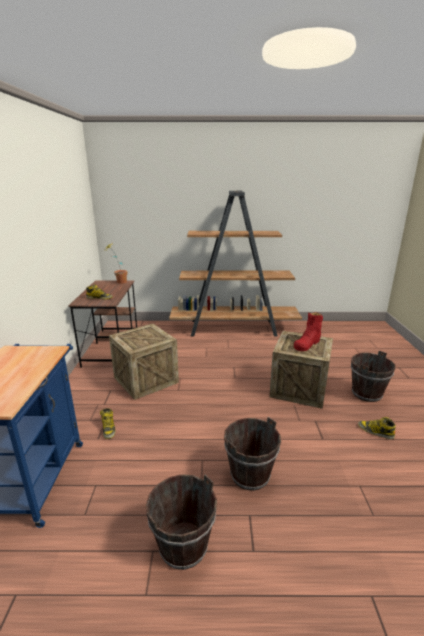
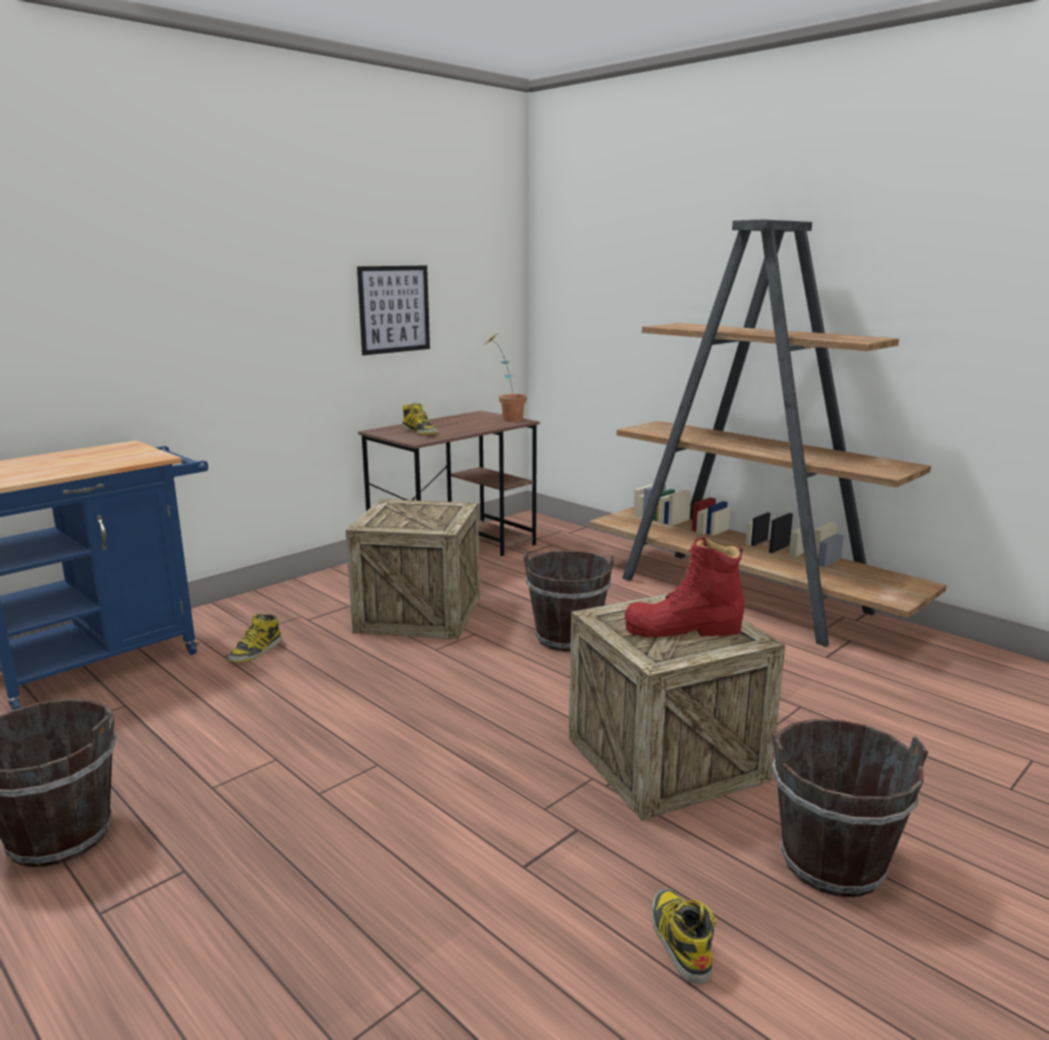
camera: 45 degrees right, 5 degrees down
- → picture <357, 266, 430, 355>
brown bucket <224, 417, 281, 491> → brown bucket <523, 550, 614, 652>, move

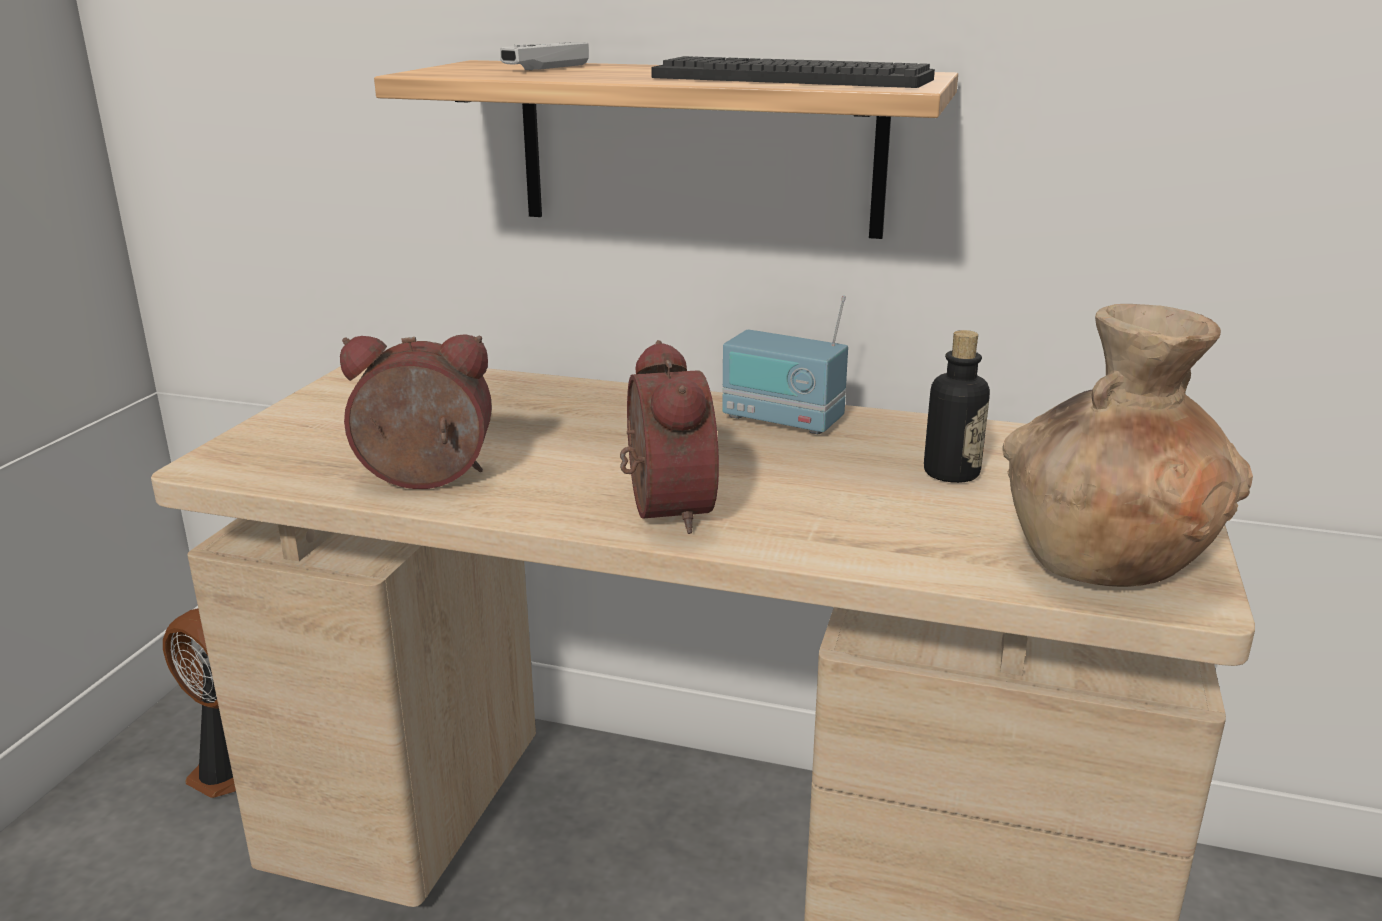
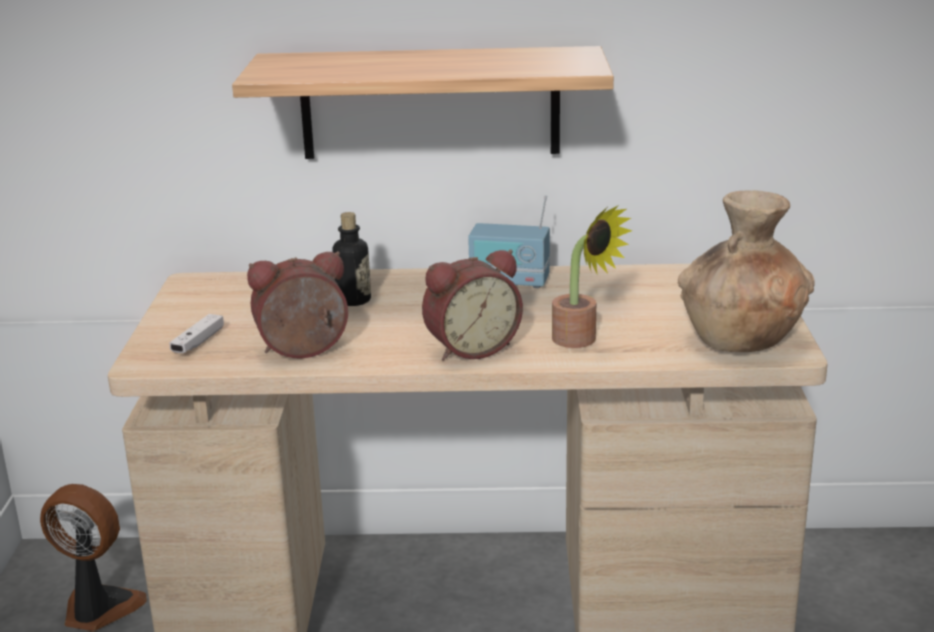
camera: 15 degrees left, 0 degrees up
keyboard <651, 56, 935, 88> → -
- → potted plant <552, 205, 633, 348>
white game controller <500, 42, 589, 70> → white game controller <169, 314, 224, 353>, move
bottle <924, 330, 990, 483> → bottle <332, 212, 371, 306>, move
alarm clock <620, 340, 719, 534> → alarm clock <422, 249, 523, 361>, 90 degrees clockwise

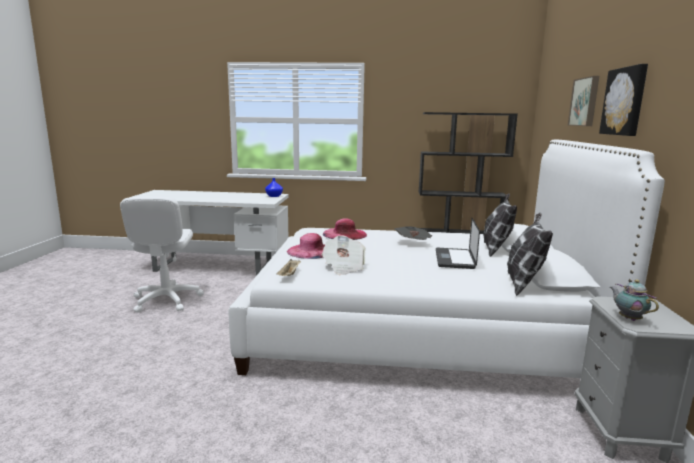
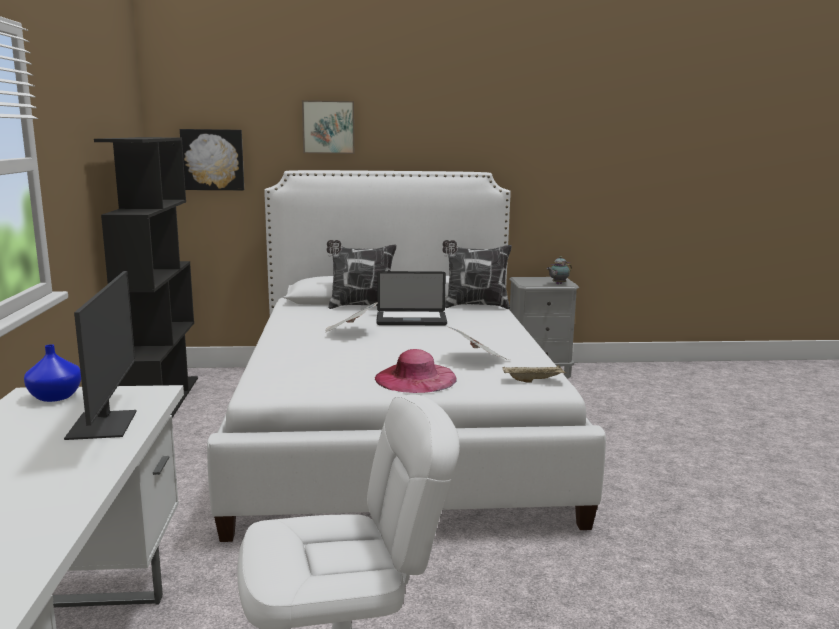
camera: 100 degrees left, 0 degrees up
pink hat <323, 218, 367, 240> → -
- → monitor <64, 271, 137, 440>
picture <599, 64, 648, 136> → picture <180, 129, 244, 190>, move

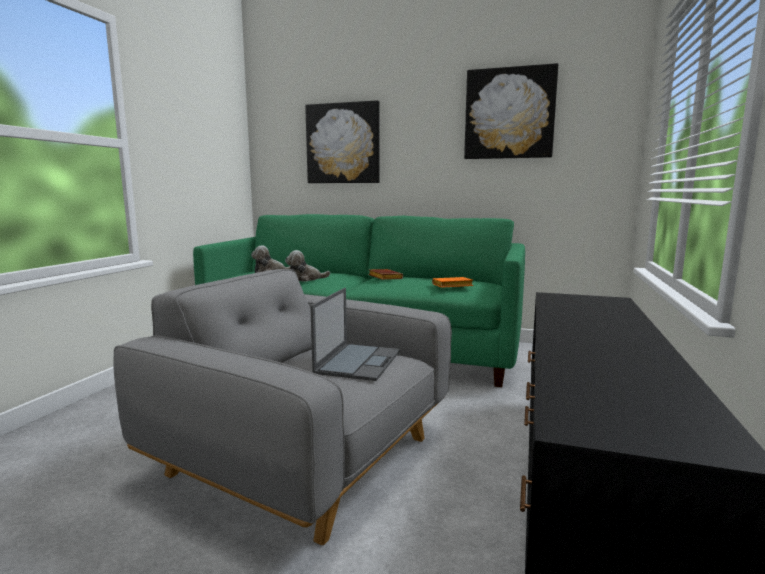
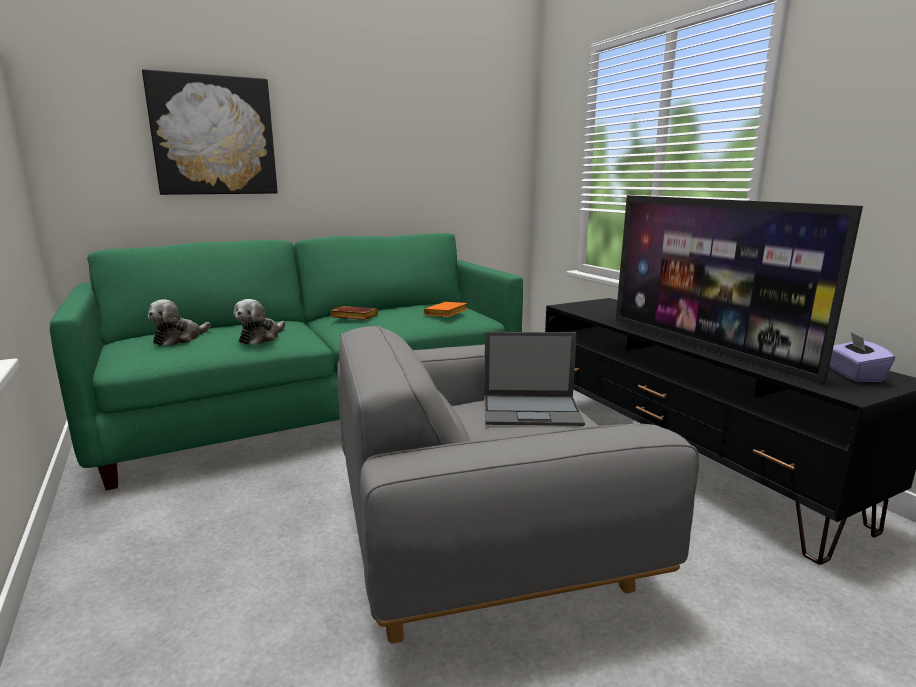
camera: 45 degrees left, 5 degrees up
picture <464, 63, 558, 159> → -
- → television <616, 195, 863, 385>
- → purple tissue box <830, 332, 895, 382>
laptop <310, 288, 400, 381> → laptop <484, 332, 585, 426>, 120 degrees clockwise

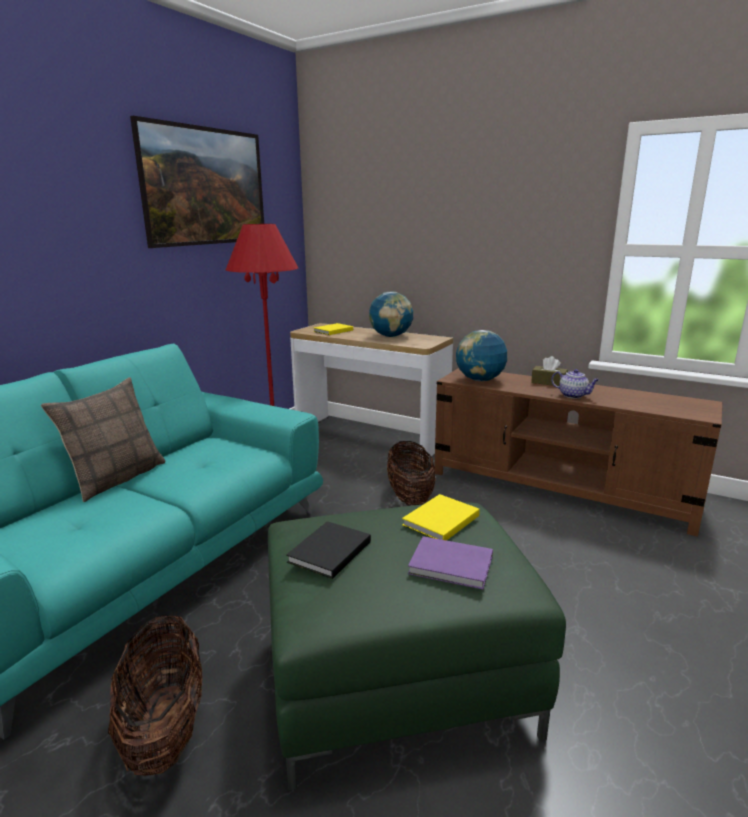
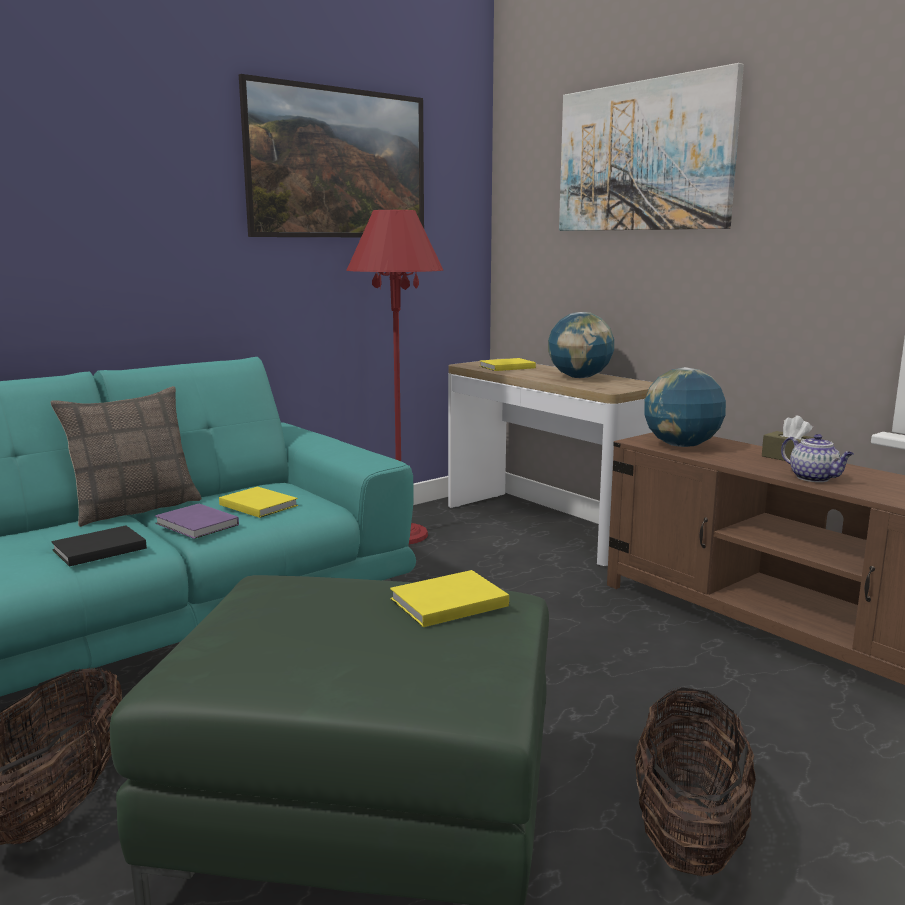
camera: 20 degrees right, 5 degrees down
- → yellow book <219, 487, 298, 518>
- → picture <559, 63, 744, 231>
black book <286, 521, 371, 579> → black book <51, 525, 147, 567>, move
basket <387, 441, 436, 506> → basket <635, 687, 756, 877>, move
purple book <408, 536, 493, 590> → purple book <155, 504, 239, 539>, move

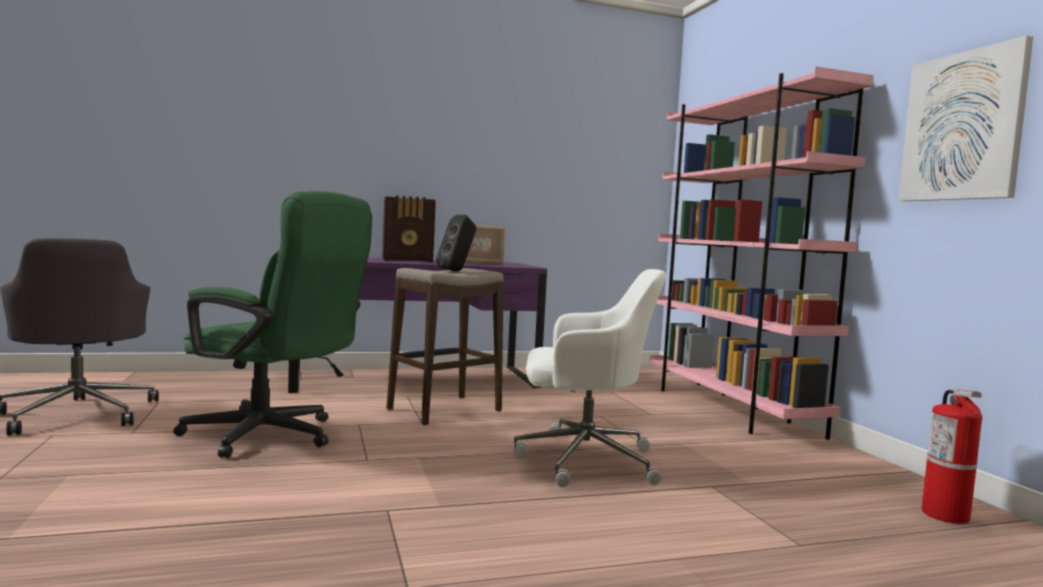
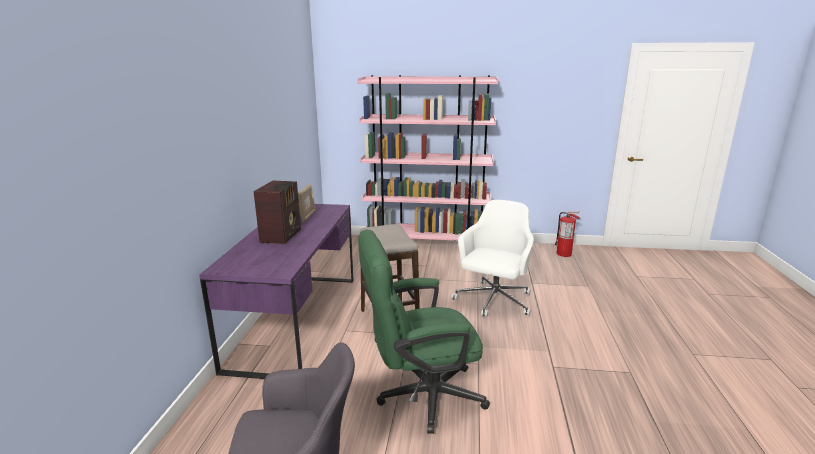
camera: 65 degrees left, 15 degrees up
black speaker <436, 215, 476, 271> → -
picture <899, 36, 1033, 201> → -
green office chair <173, 191, 372, 458> → green office chair <358, 230, 490, 434>, 150 degrees counterclockwise

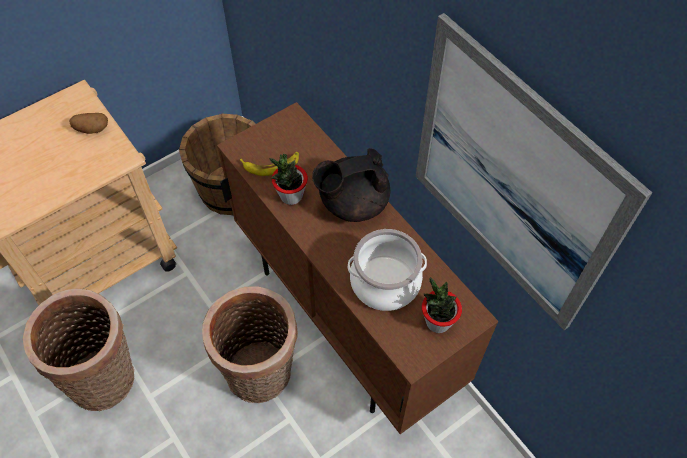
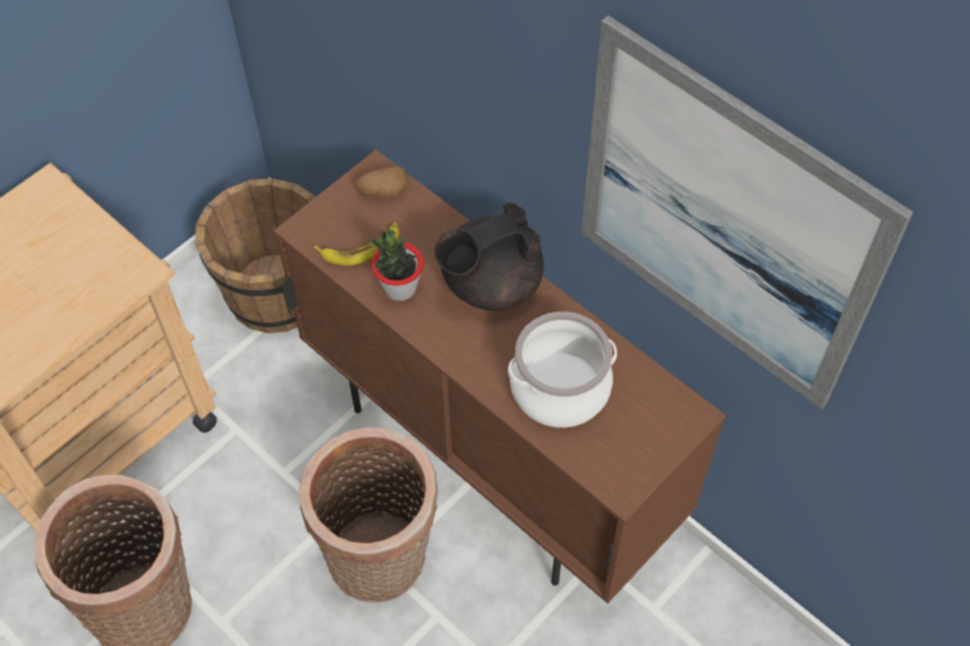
camera: 10 degrees left, 0 degrees up
potted plant <422, 277, 462, 333> → -
potato <69, 113, 108, 134> → potato <356, 166, 408, 199>, move

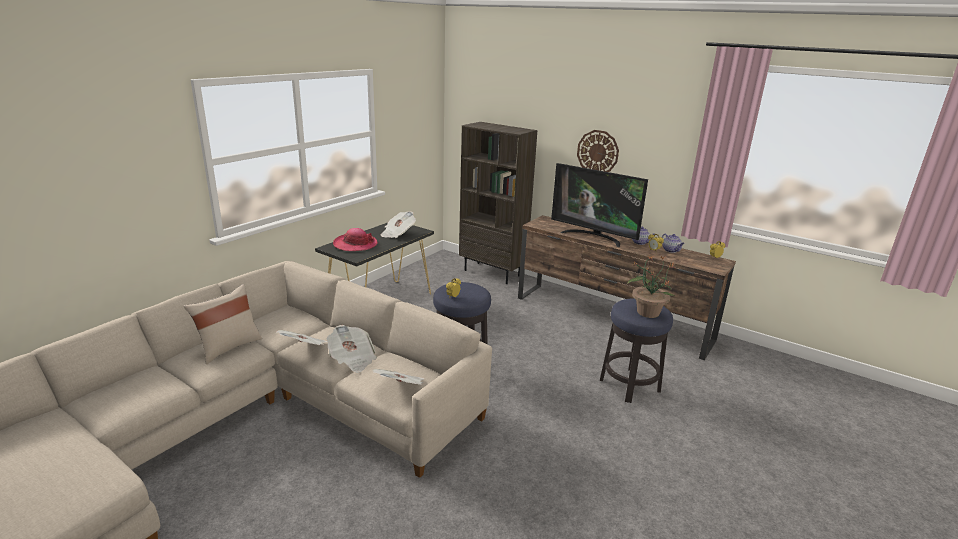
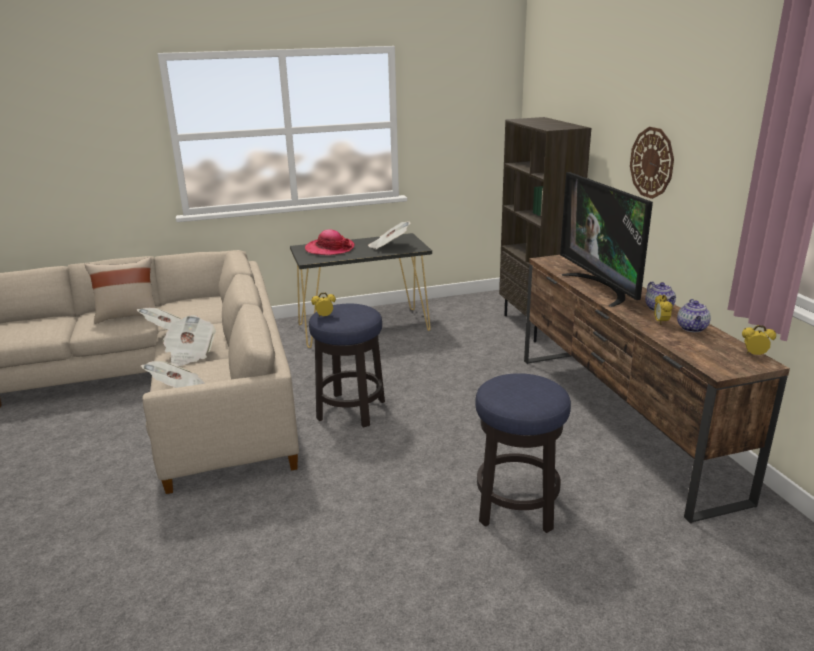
camera: 40 degrees right, 0 degrees up
potted plant <627, 256, 675, 318> → -

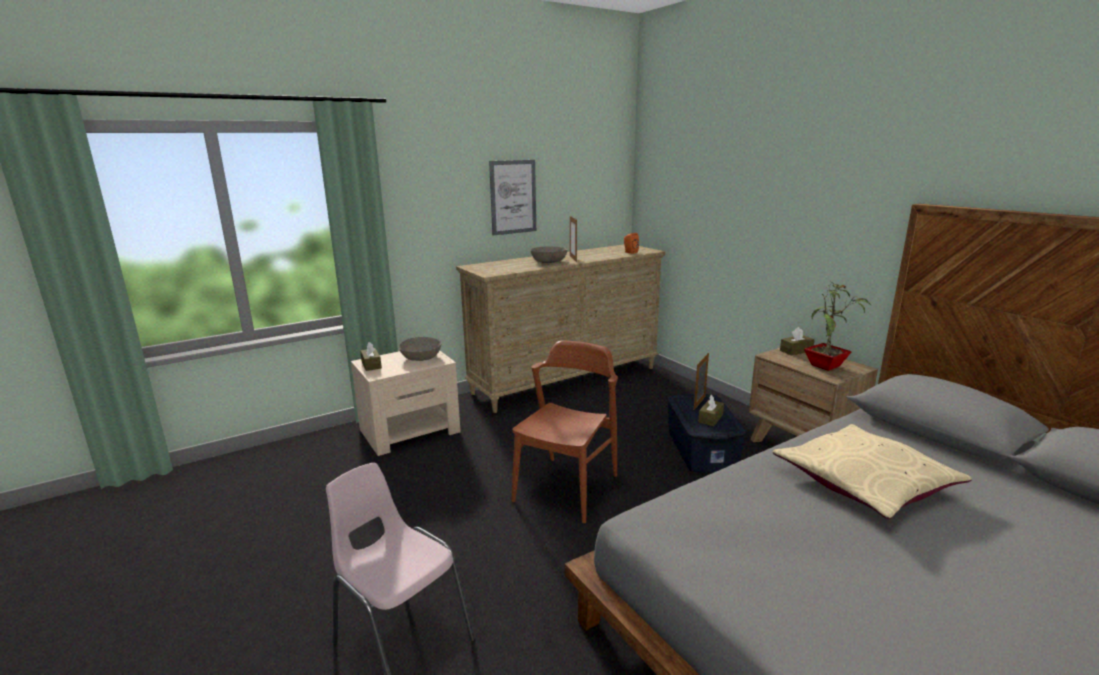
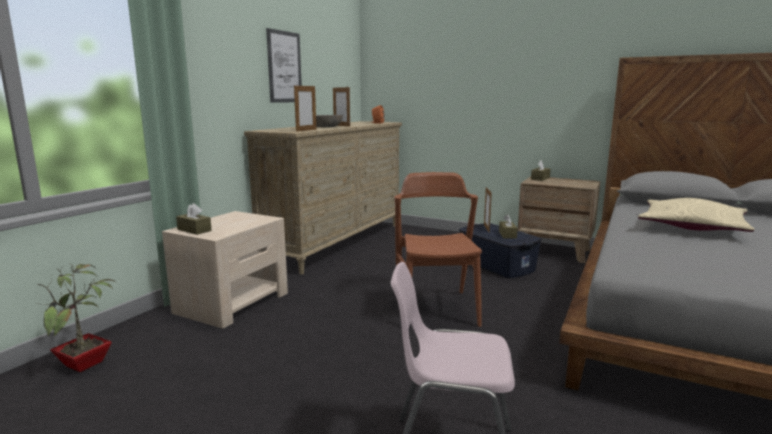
camera: 30 degrees left, 5 degrees down
grey bowl <399, 337, 441, 361> → -
- → picture frame <294, 84, 316, 132>
potted plant <804, 283, 871, 371> → potted plant <36, 263, 118, 372>, move

